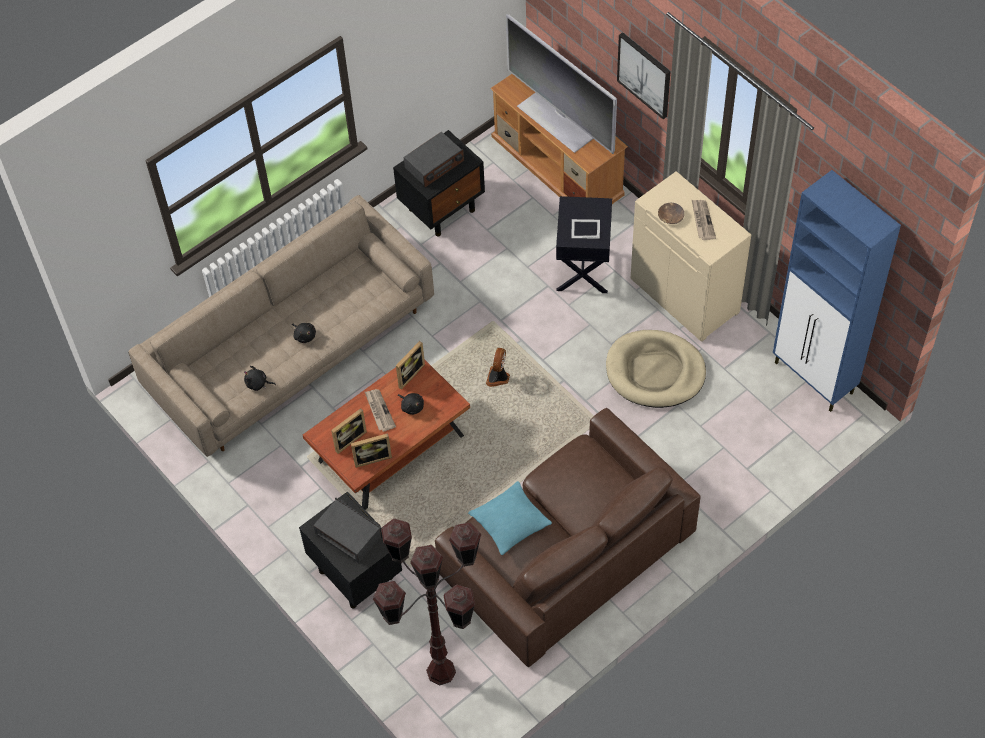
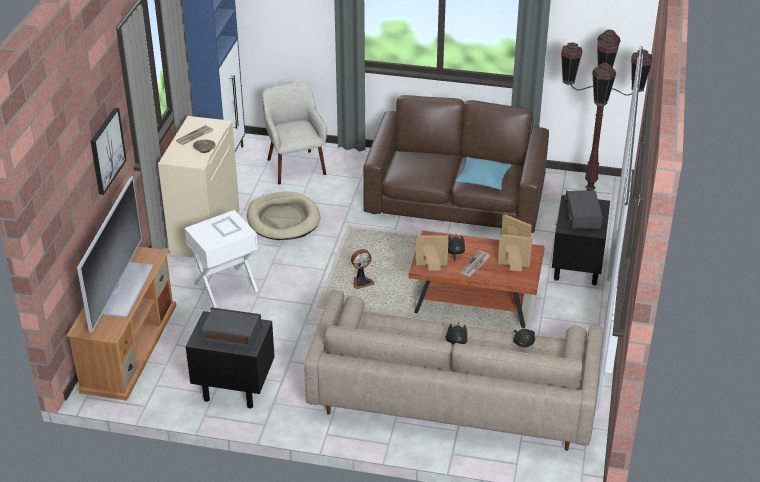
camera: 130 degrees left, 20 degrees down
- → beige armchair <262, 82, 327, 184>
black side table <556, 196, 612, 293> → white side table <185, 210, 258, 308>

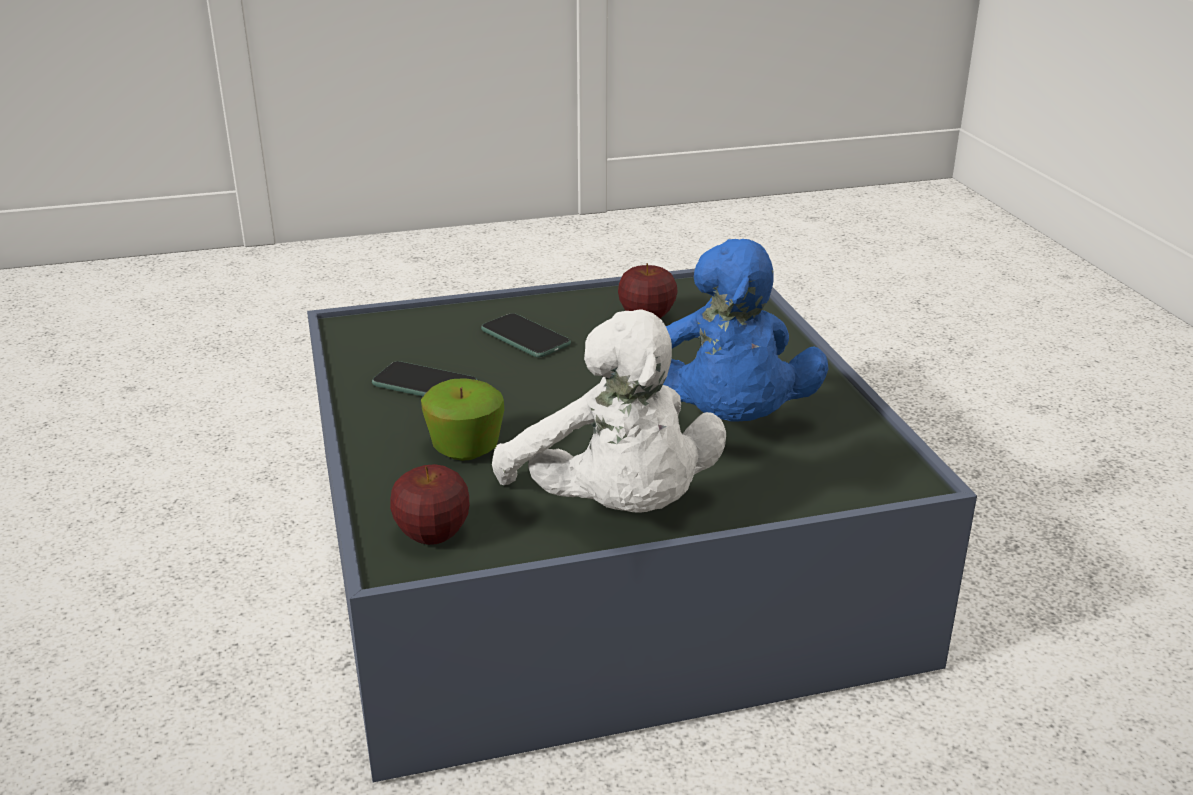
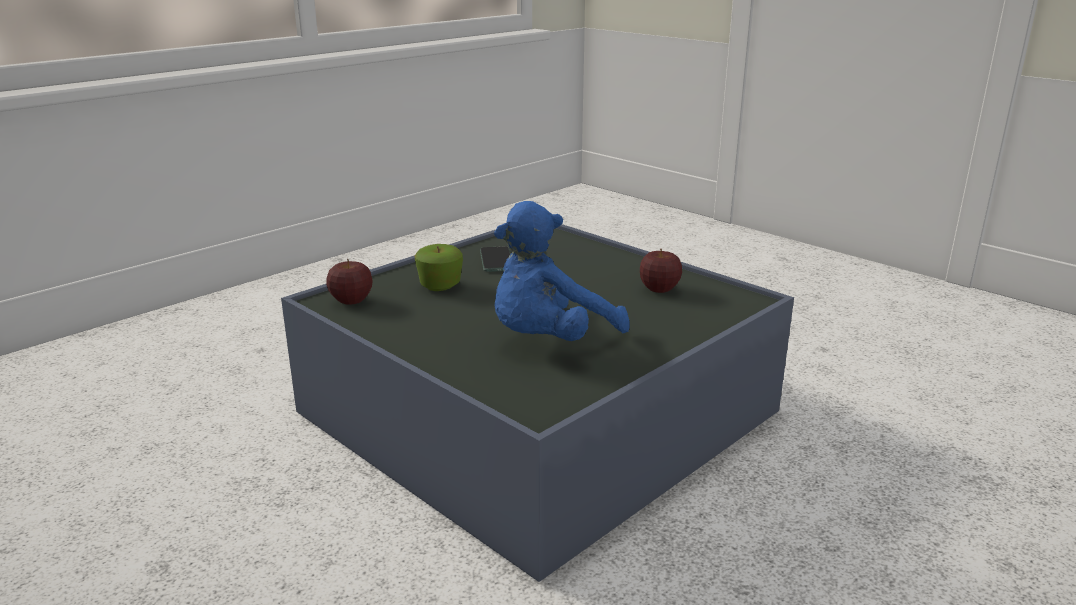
camera: 60 degrees right, 5 degrees down
phone <481, 313, 571, 358> → -
white plush toy <492, 309, 726, 512> → -

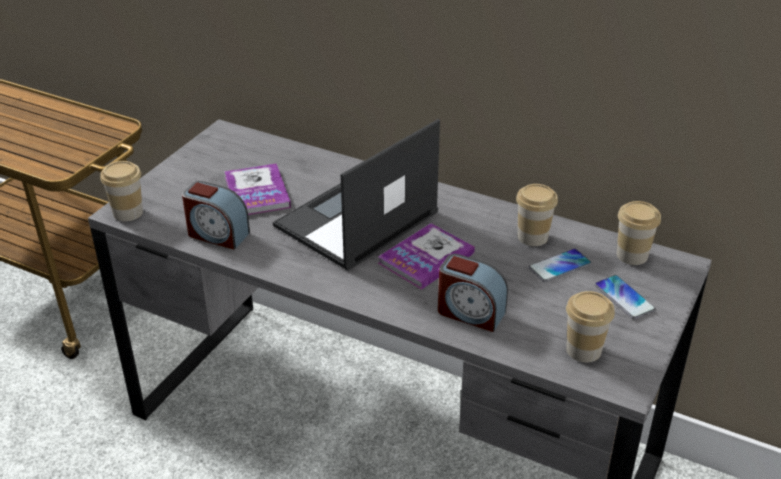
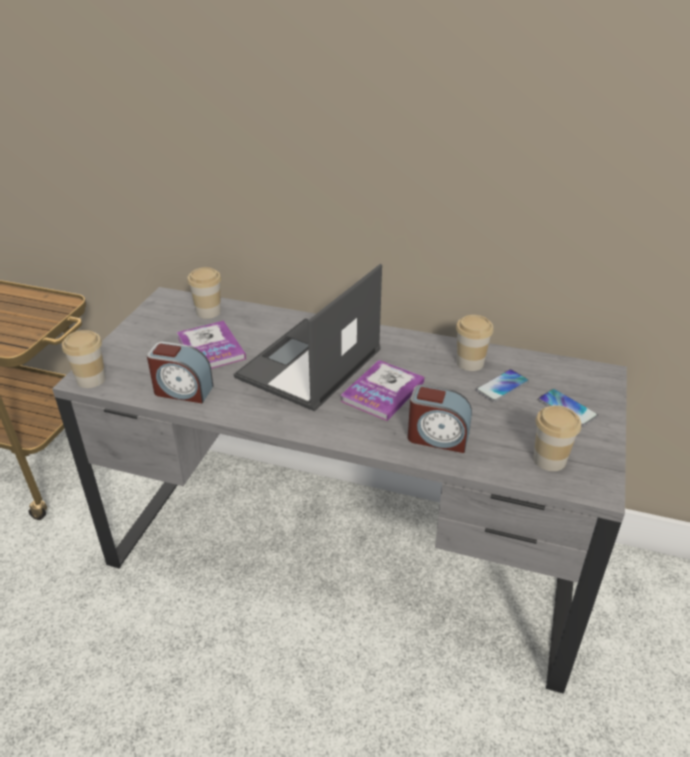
camera: 10 degrees left, 0 degrees up
cup <617, 201, 661, 265> → cup <187, 267, 221, 319>, move

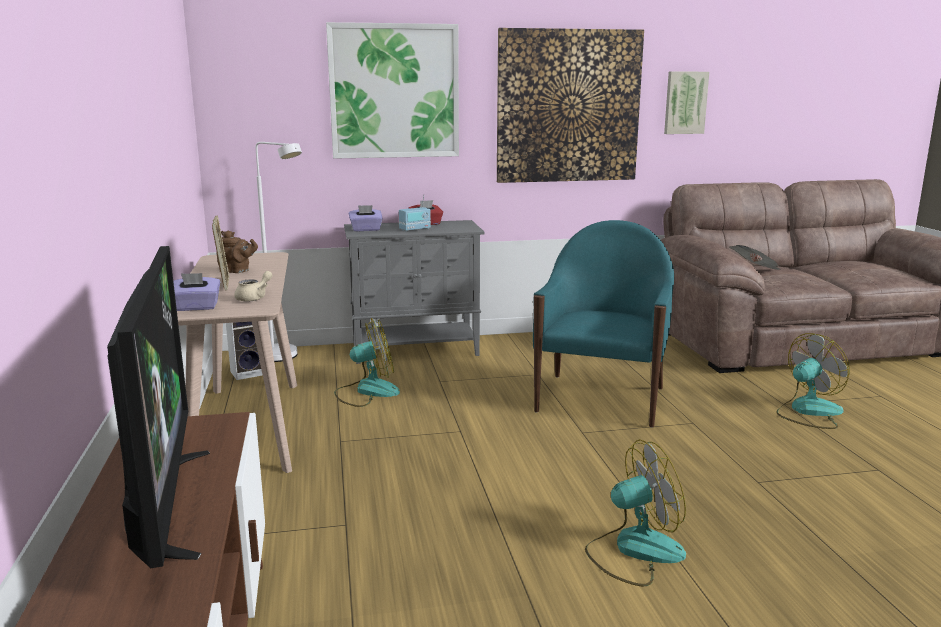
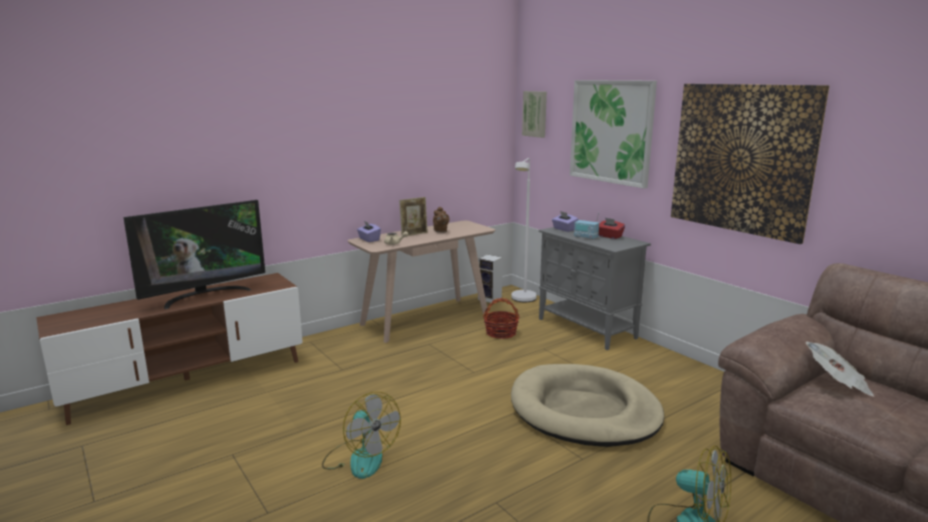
camera: 65 degrees right, 0 degrees up
picture <664, 72, 709, 134> → picture <522, 91, 547, 138>, move
fan <334, 318, 400, 407> → basket <483, 298, 520, 339>
turquoise armchair <533, 220, 674, 428> → beige dog bed <511, 364, 664, 447>

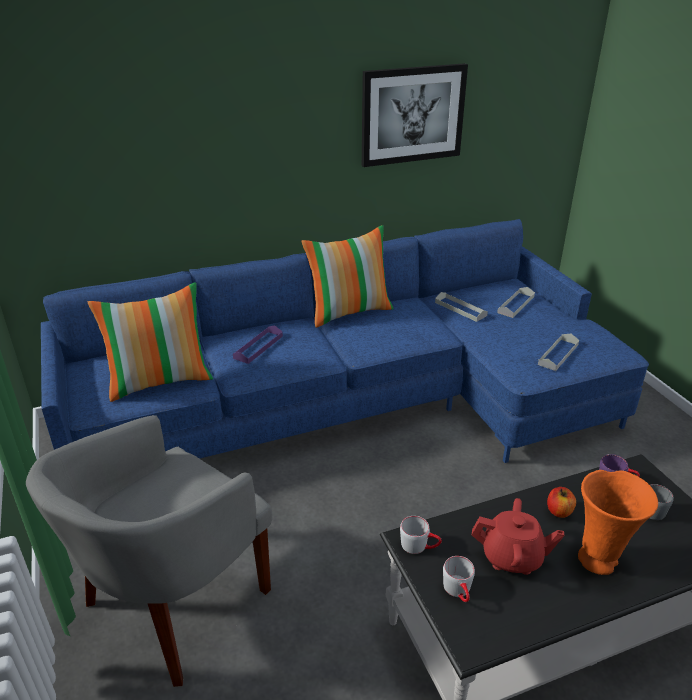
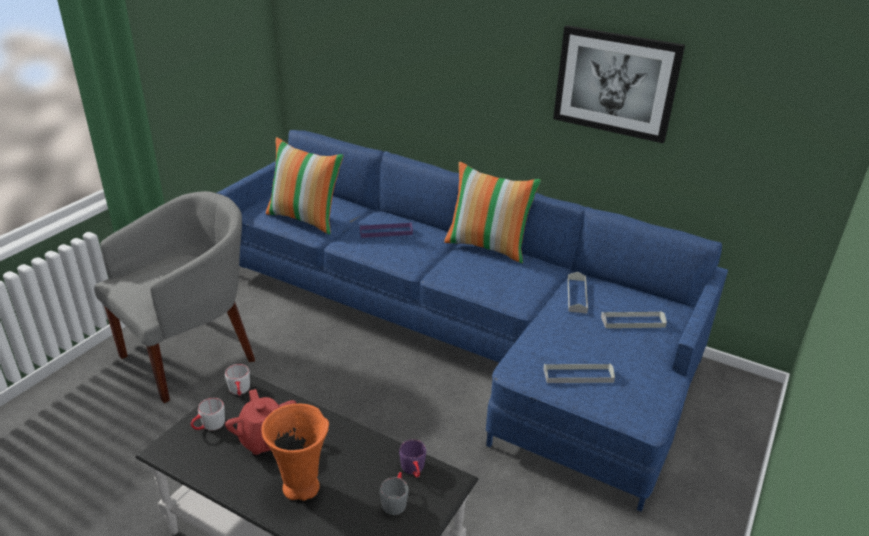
camera: 50 degrees right, 0 degrees up
apple <547, 487, 576, 518> → -
grey armchair <26, 415, 272, 687> → grey armchair <94, 191, 255, 403>, 135 degrees clockwise

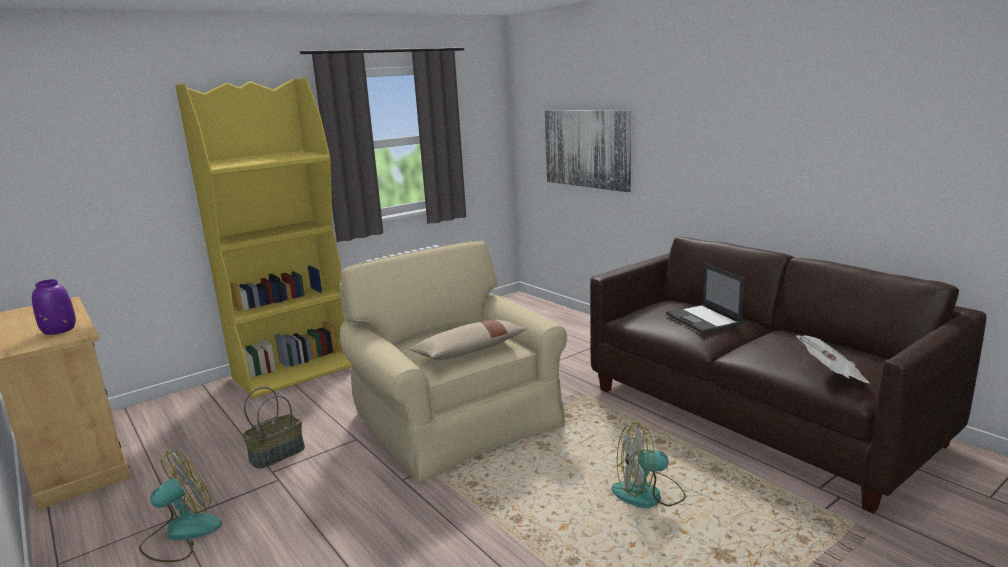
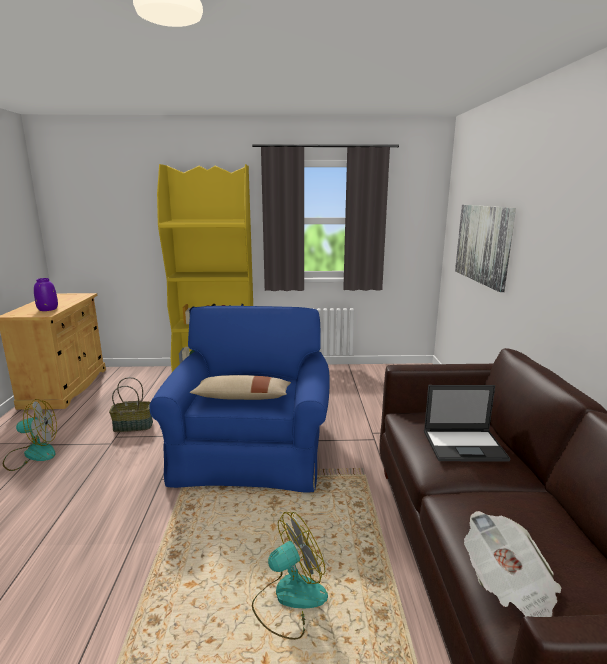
camera: 35 degrees right, 0 degrees up
beige armchair <339, 241, 567, 482> → blue armchair <149, 306, 330, 493>
fan <612, 423, 686, 508> → fan <252, 512, 328, 640>, 120 degrees clockwise
laptop <666, 263, 744, 333> → laptop <424, 385, 511, 461>, 105 degrees counterclockwise

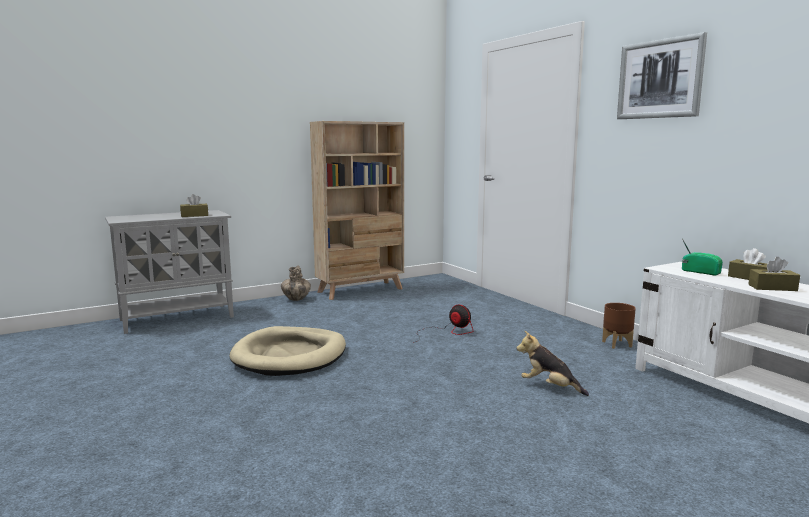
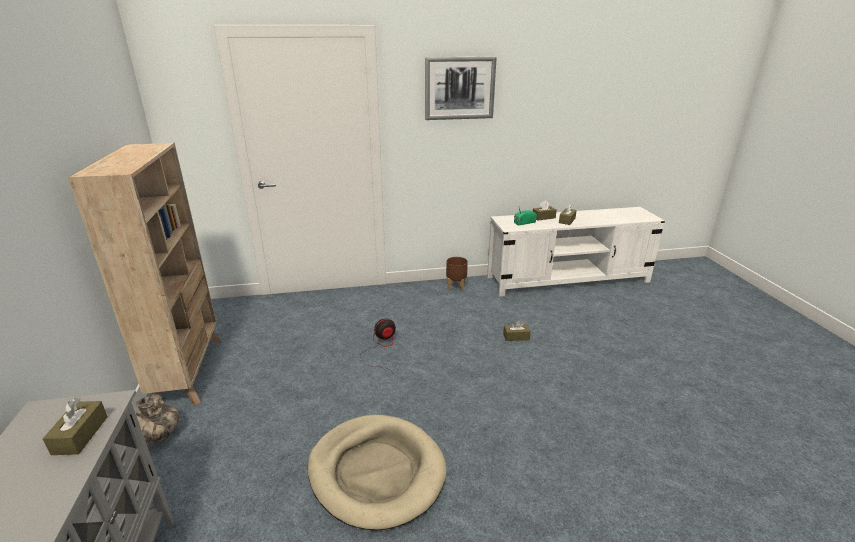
camera: 70 degrees left, 15 degrees up
plush toy <516, 331, 589, 396> → brown tissue box <503, 320, 531, 341>

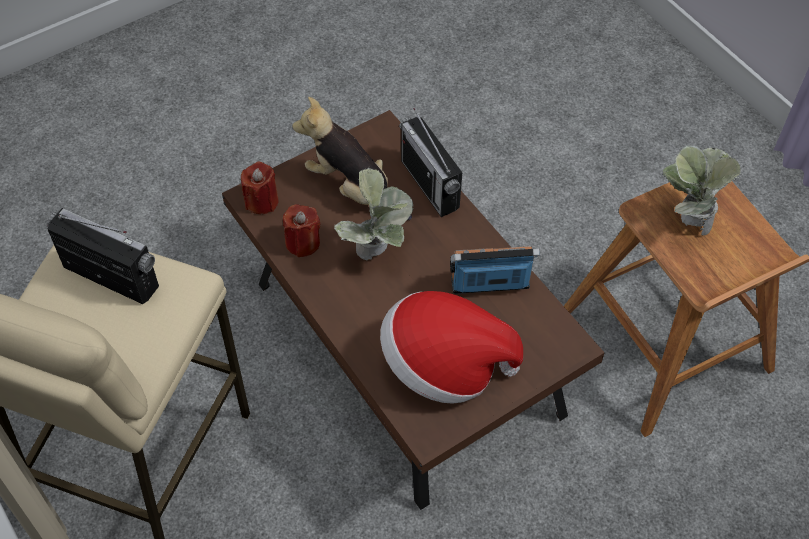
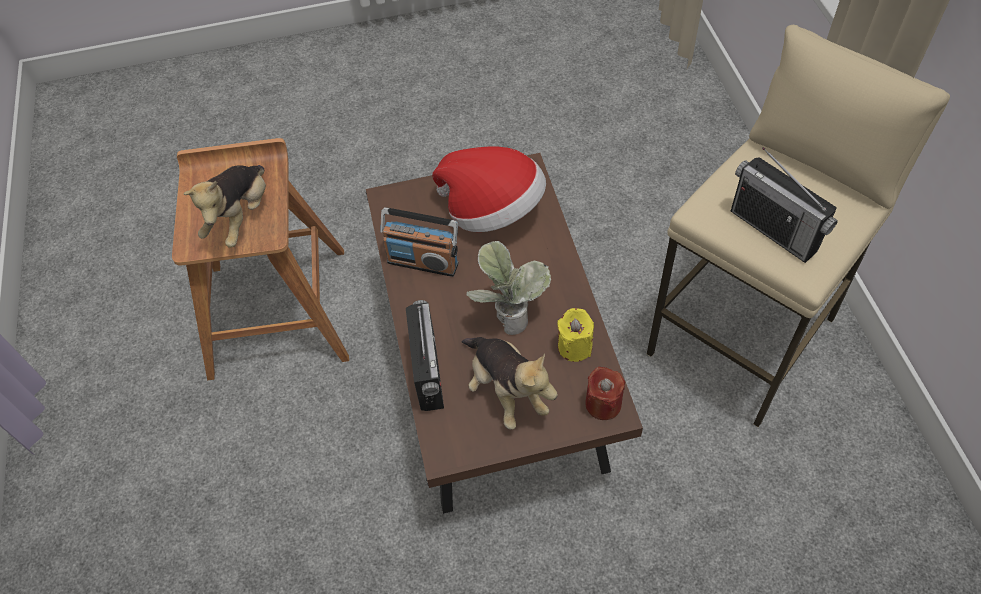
camera: 155 degrees left, 0 degrees up
potted plant <663, 145, 741, 236> → plush toy <184, 165, 266, 248>
red candle <283, 204, 320, 257> → yellow candle <557, 308, 594, 362>

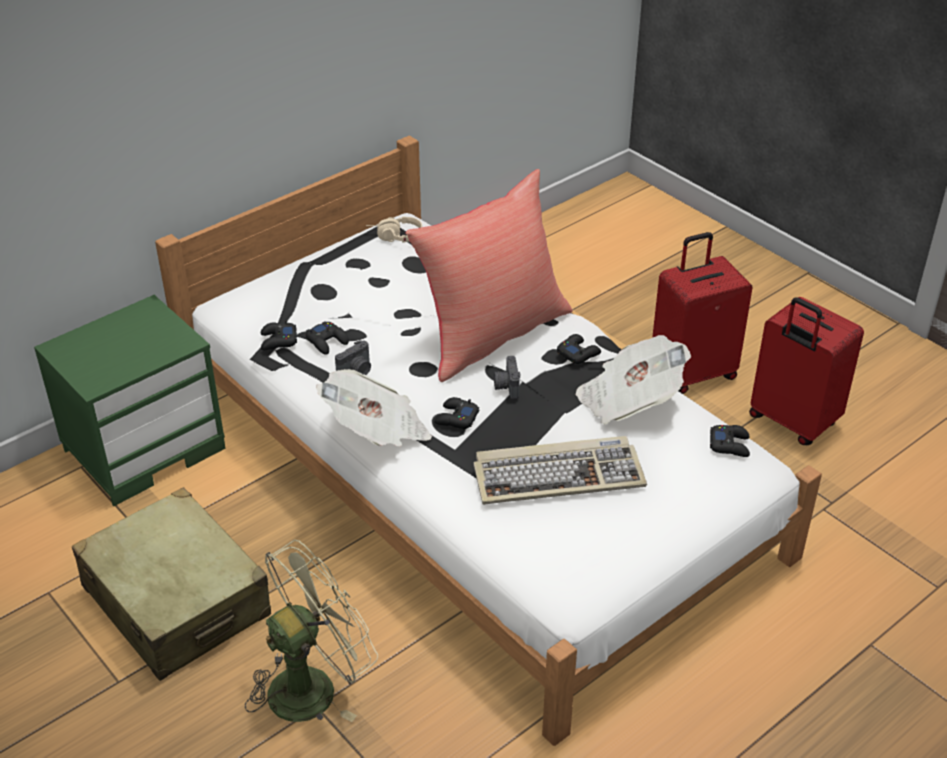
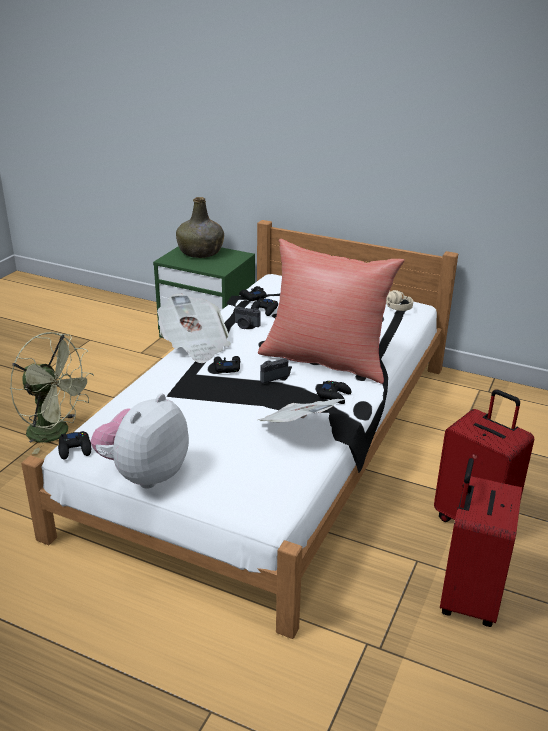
camera: 65 degrees right, 10 degrees down
beige suitcase <72, 487, 271, 681> → -
keyboard <473, 436, 647, 505> → -
- → plush toy <90, 393, 189, 489>
- → green bottle <176, 197, 224, 258>
black game controller <710, 425, 750, 457> → black game controller <58, 431, 91, 460>, move

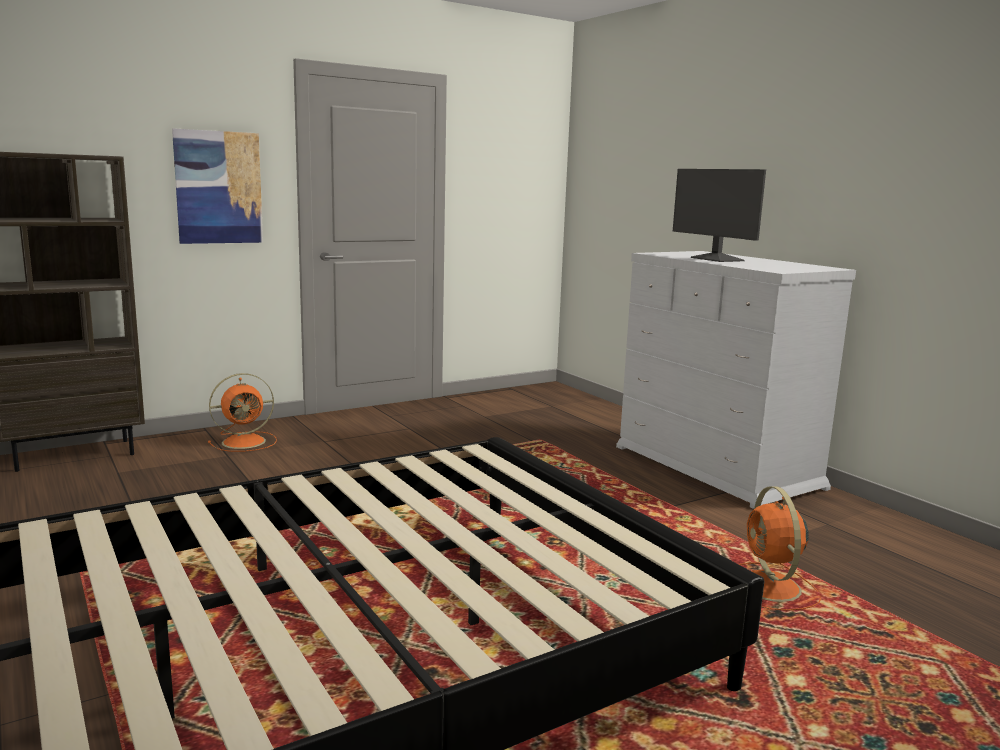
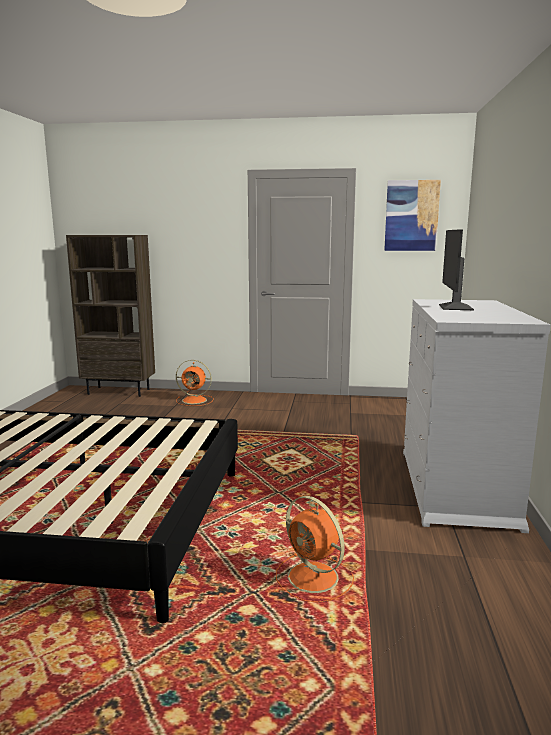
camera: 40 degrees right, 0 degrees up
picture <172, 128, 263, 244> → picture <384, 180, 441, 251>, move
orange fan <739, 486, 821, 611> → orange fan <276, 496, 354, 603>, 75 degrees counterclockwise

